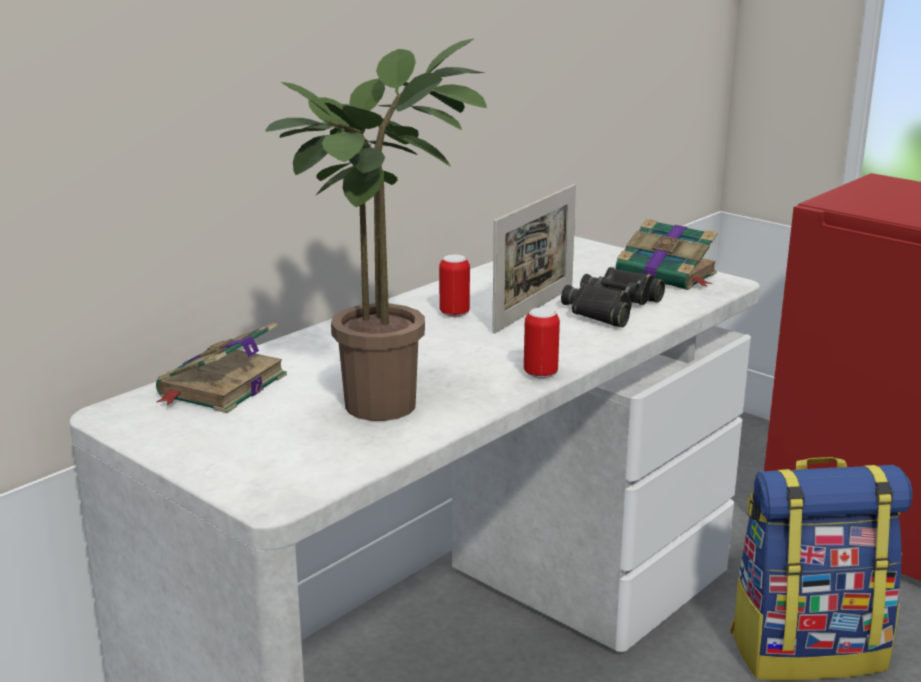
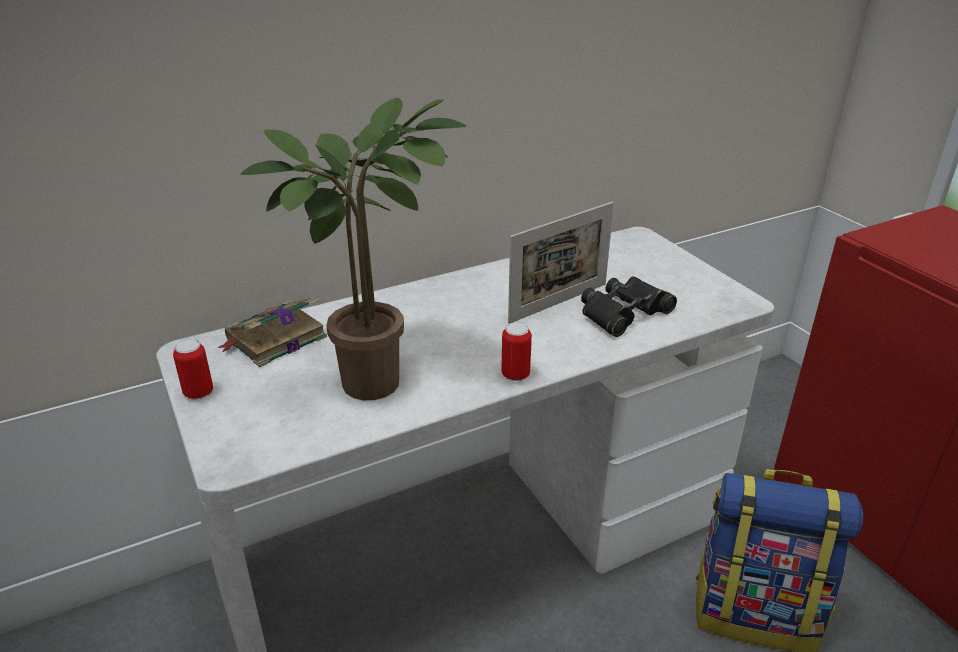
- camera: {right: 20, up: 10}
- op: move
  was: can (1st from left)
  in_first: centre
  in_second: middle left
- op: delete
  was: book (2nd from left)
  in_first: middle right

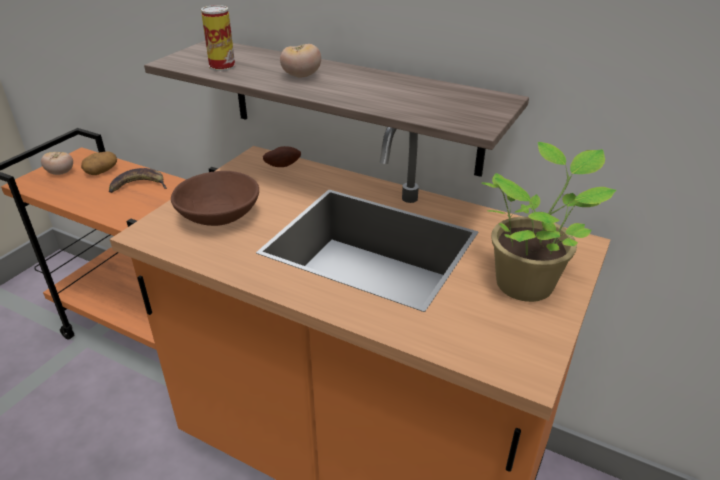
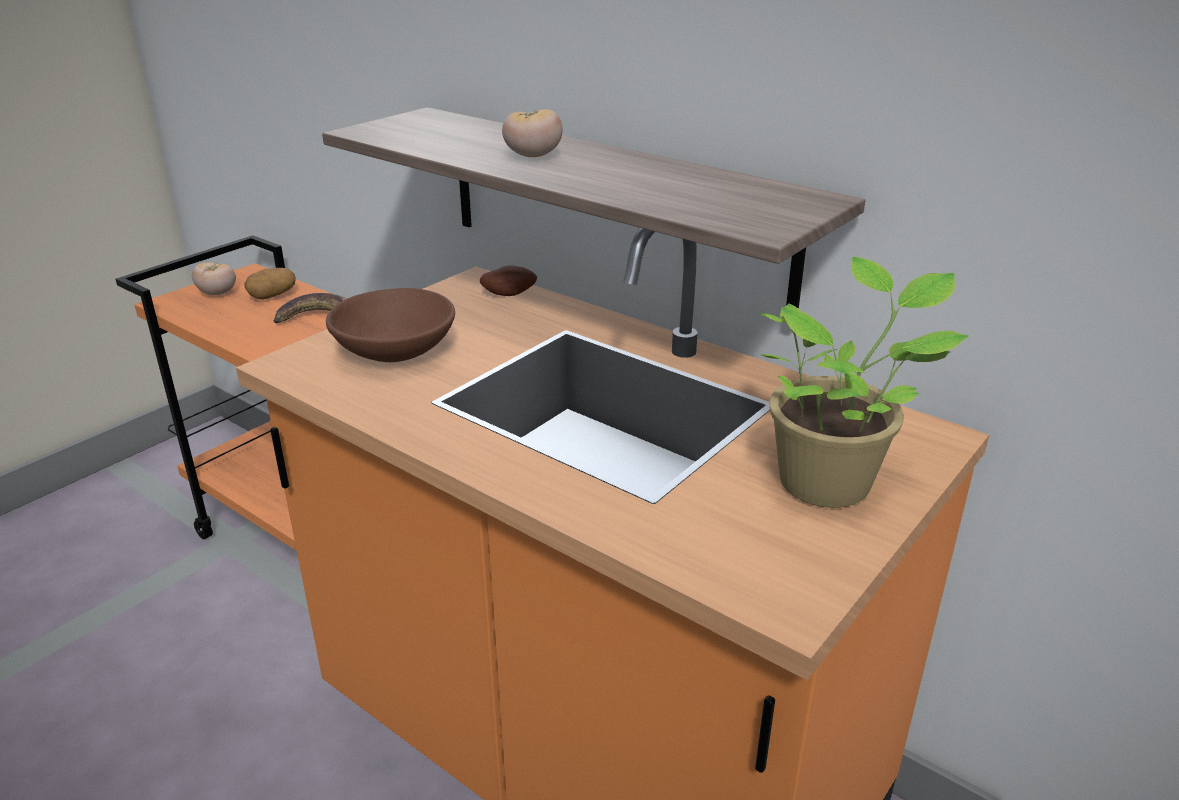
- camera: {right: 10, up: -5}
- op: delete
  was: can
  in_first: top left

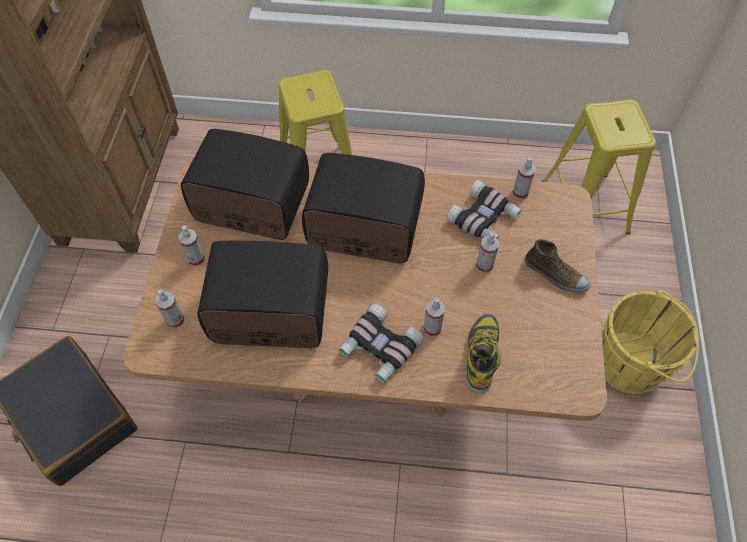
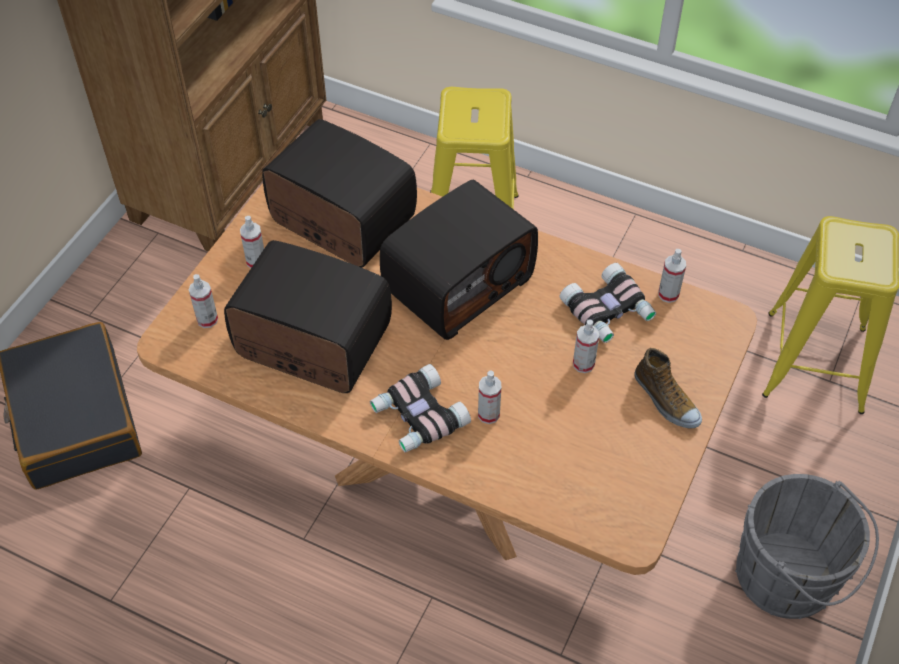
- camera: {right: 20, up: -5}
- op: rotate
  was: radio (3rd from left)
  in_first: centre
  in_second: centre
  clockwise: 105
- op: delete
  was: boot
  in_first: centre
- op: recolor
  was: bucket in yellow
  now: bucket in grey
  in_first: middle right
  in_second: bottom right

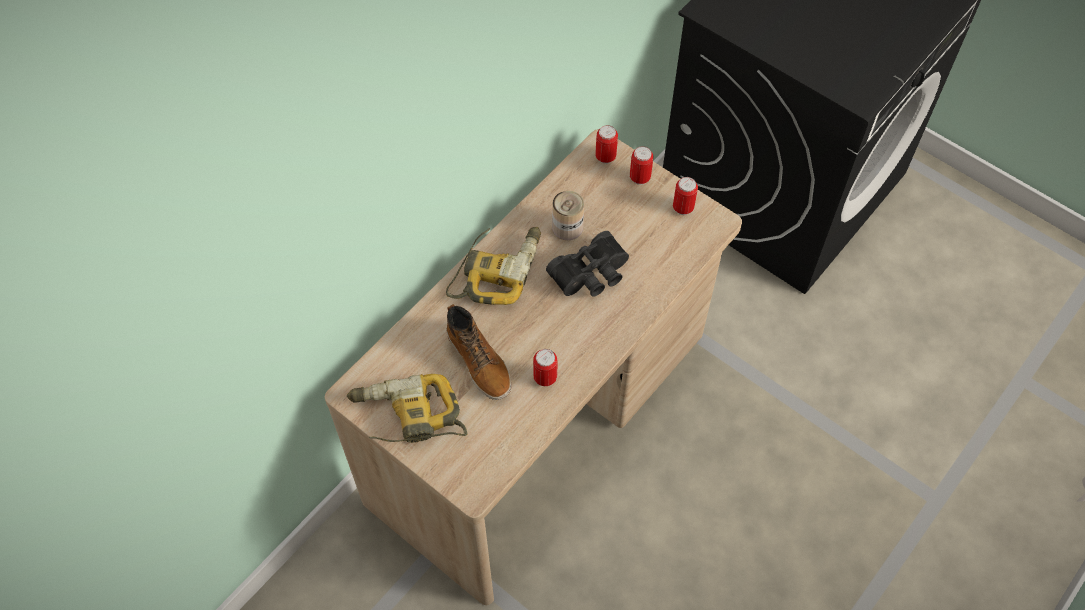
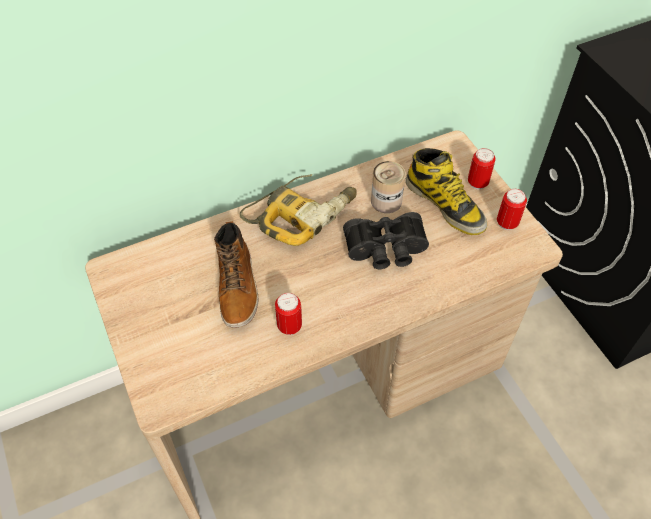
- camera: {right: 25, up: -5}
- op: delete
  was: power drill (1st from left)
  in_first: bottom centre
- op: delete
  was: can (3rd from left)
  in_first: top centre
- op: insert
  now: boot (2nd from left)
  in_second: middle right

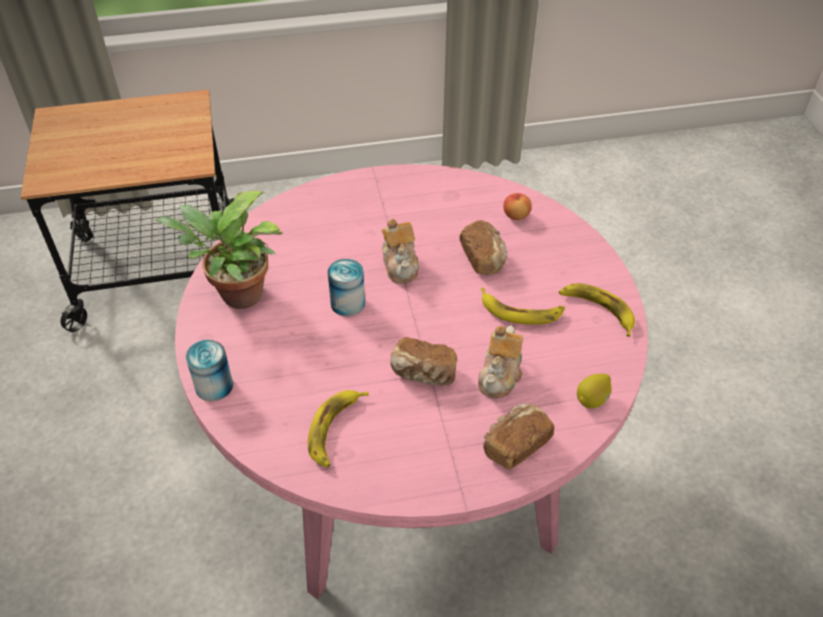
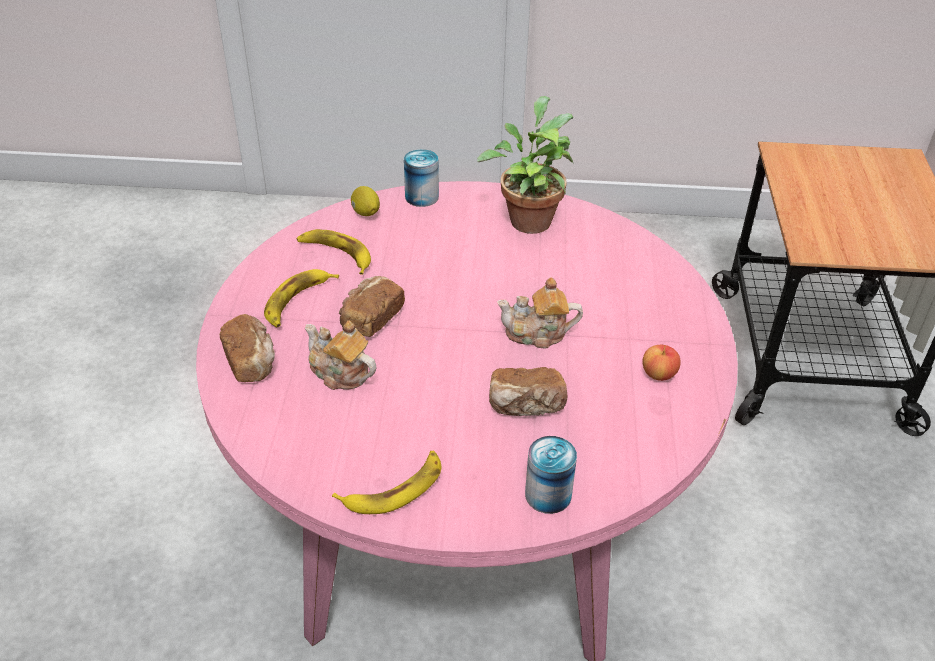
- camera: {right: 105, up: -5}
- op: move
  was: can (2nd from left)
  in_first: centre
  in_second: bottom centre
- op: move
  was: banana (2nd from left in the first image)
  now: banana (1st from left)
  in_first: centre
  in_second: middle left
- op: move
  was: apple
  in_first: centre
  in_second: middle right
- op: move
  was: lemon
  in_first: middle right
  in_second: top centre

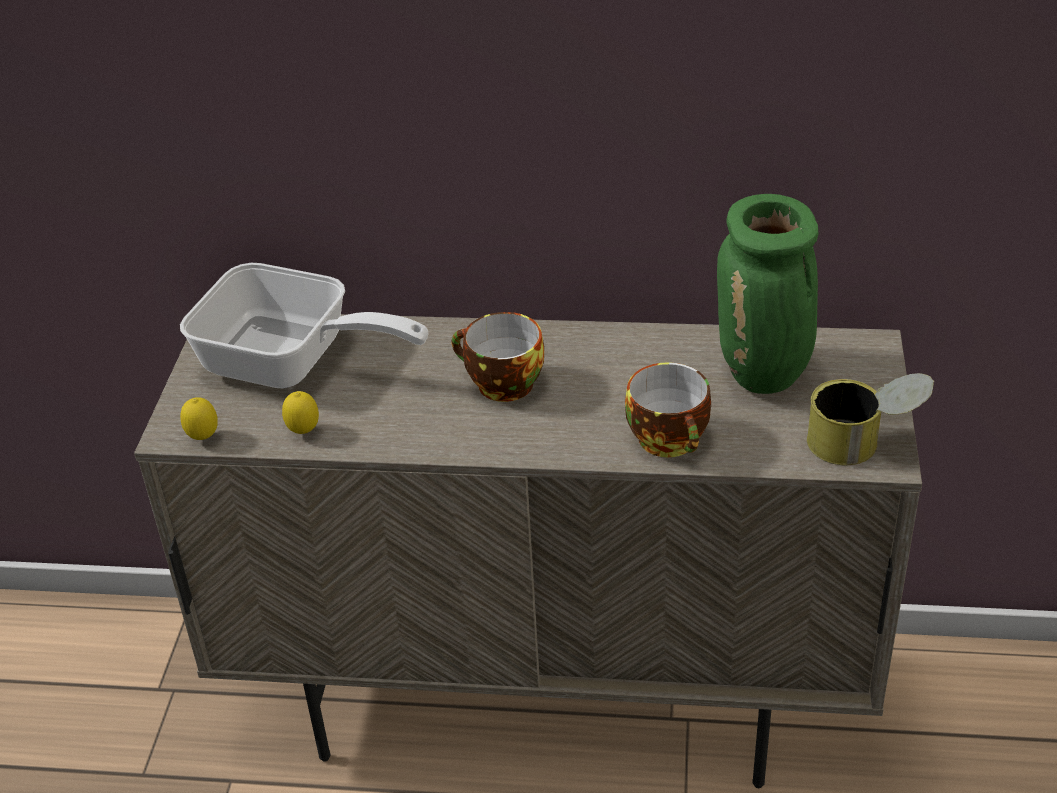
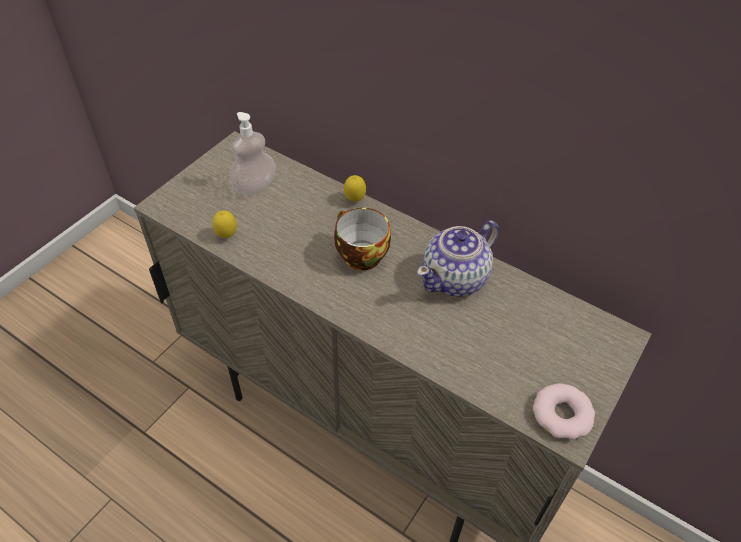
- camera: {right: 25, up: 10}
- op: replace
  was: frying pan
  now: soap dispenser
  in_first: middle left
  in_second: top centre
- op: move
  was: lemon (1st from left in the first image)
  now: lemon (2nd from left)
  in_first: middle left
  in_second: centre
- op: delete
  was: cup (2nd from left)
  in_first: centre
- op: delete
  was: vase in green
  in_first: middle right
- op: replace
  was: can
  now: donut
  in_first: middle right
  in_second: bottom right
- op: insert
  now: teapot
  in_second: centre

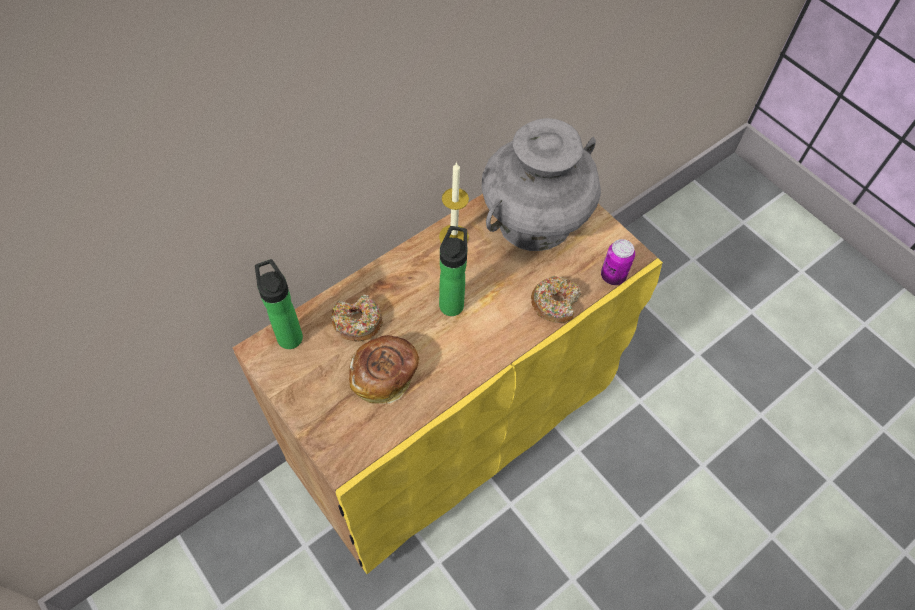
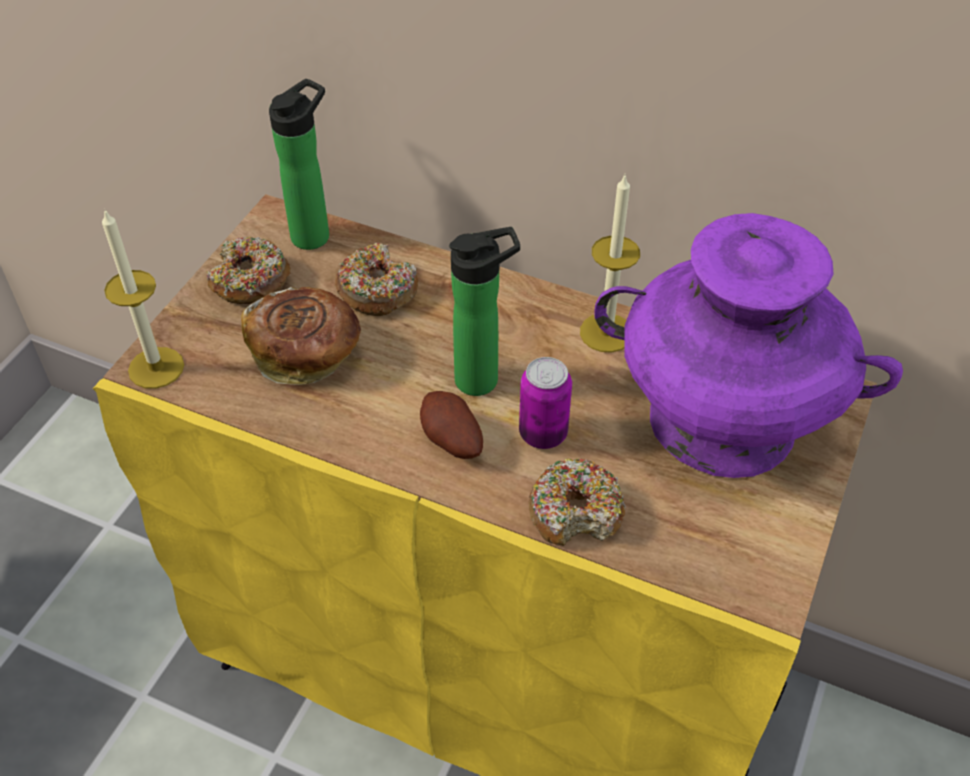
- camera: {right: 65, up: -10}
- op: recolor
  was: vase in grey
  now: vase in purple
  in_first: top centre
  in_second: middle right
- op: move
  was: can
  in_first: middle right
  in_second: centre
- op: insert
  now: candle (1st from left)
  in_second: middle left
- op: insert
  now: donut (1st from left)
  in_second: middle left
- op: insert
  now: potato
  in_second: centre

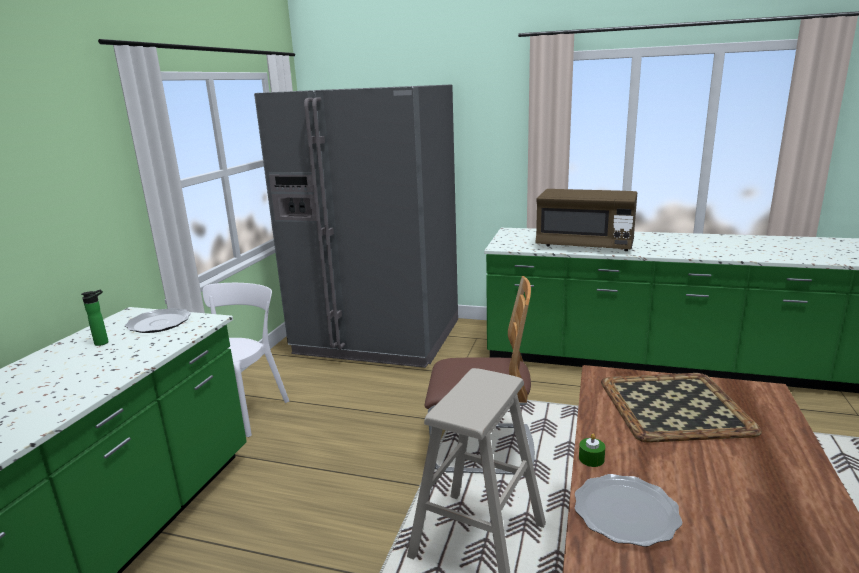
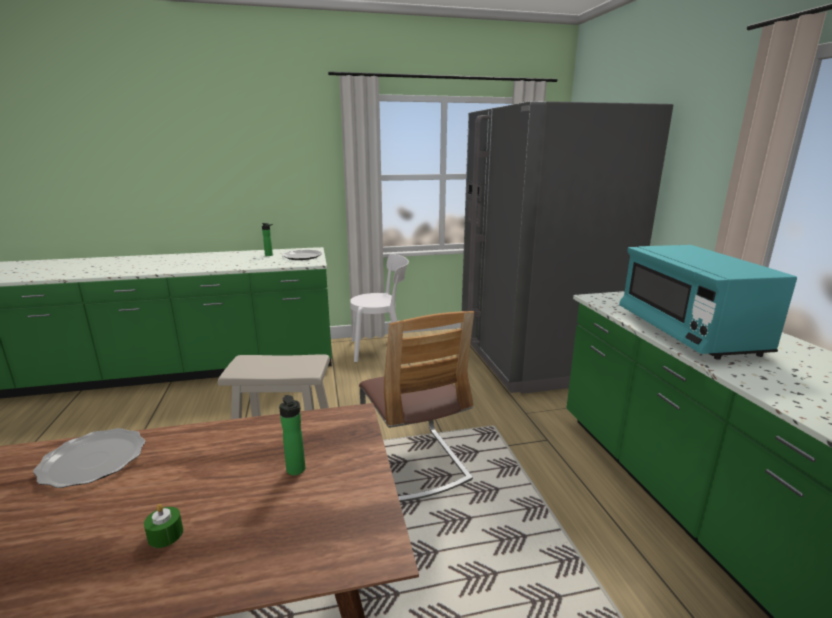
- camera: {right: 60, up: 0}
- op: recolor
  was: microwave in brown
  now: microwave in turquoise
  in_first: middle right
  in_second: middle right
- op: move
  was: candle in green
  in_first: bottom right
  in_second: bottom left
- op: replace
  was: tray
  now: bottle (2nd from left)
  in_first: bottom right
  in_second: bottom centre

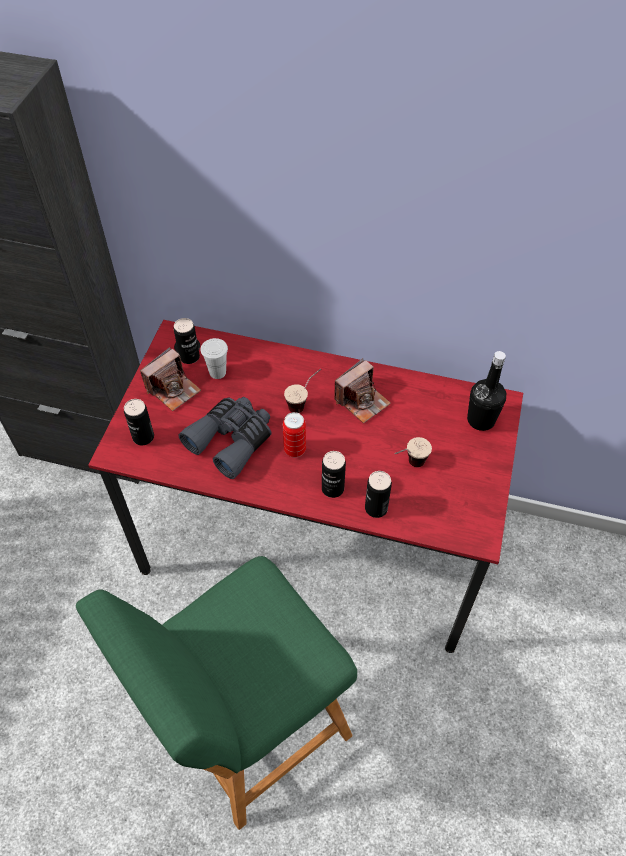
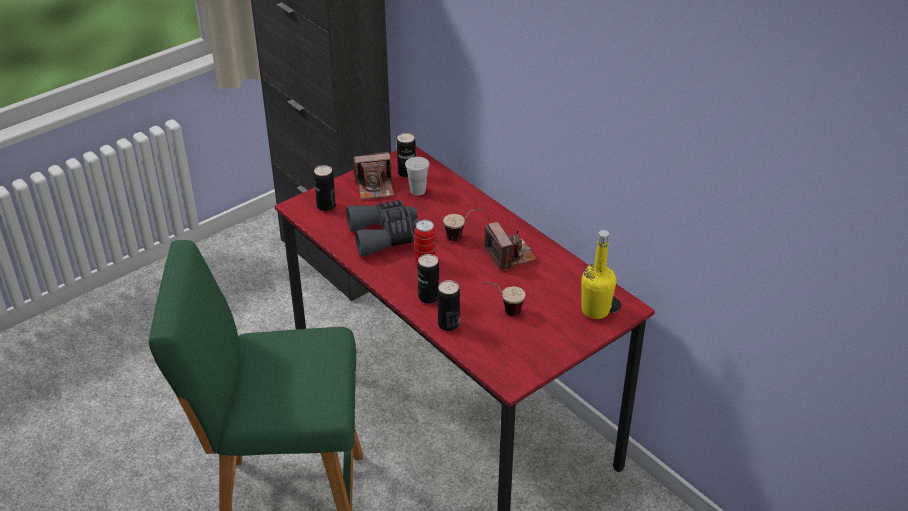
- camera: {right: 35, up: -15}
- op: rotate
  was: photo camera (2nd from left)
  in_first: centre
  in_second: centre
  clockwise: -105
- op: recolor
  was: bottle in black
  now: bottle in yellow
  in_first: middle right
  in_second: centre

